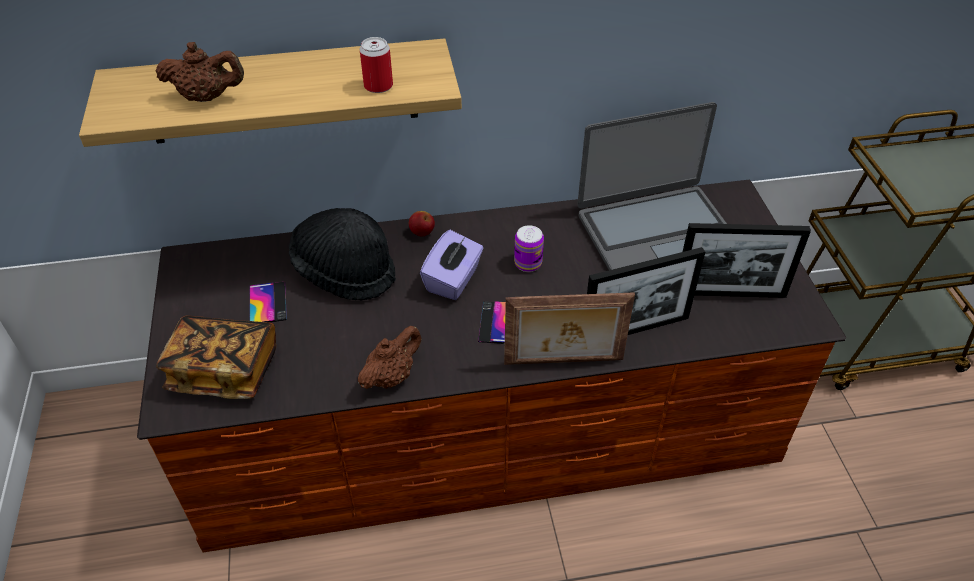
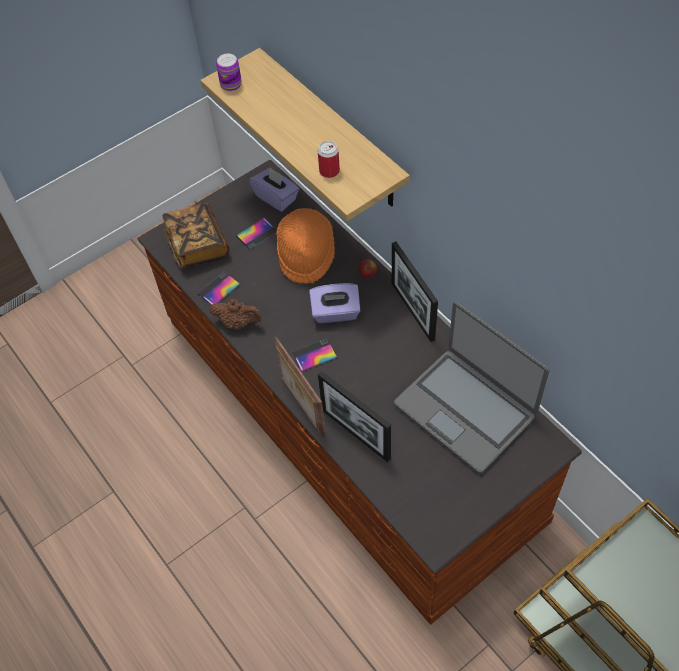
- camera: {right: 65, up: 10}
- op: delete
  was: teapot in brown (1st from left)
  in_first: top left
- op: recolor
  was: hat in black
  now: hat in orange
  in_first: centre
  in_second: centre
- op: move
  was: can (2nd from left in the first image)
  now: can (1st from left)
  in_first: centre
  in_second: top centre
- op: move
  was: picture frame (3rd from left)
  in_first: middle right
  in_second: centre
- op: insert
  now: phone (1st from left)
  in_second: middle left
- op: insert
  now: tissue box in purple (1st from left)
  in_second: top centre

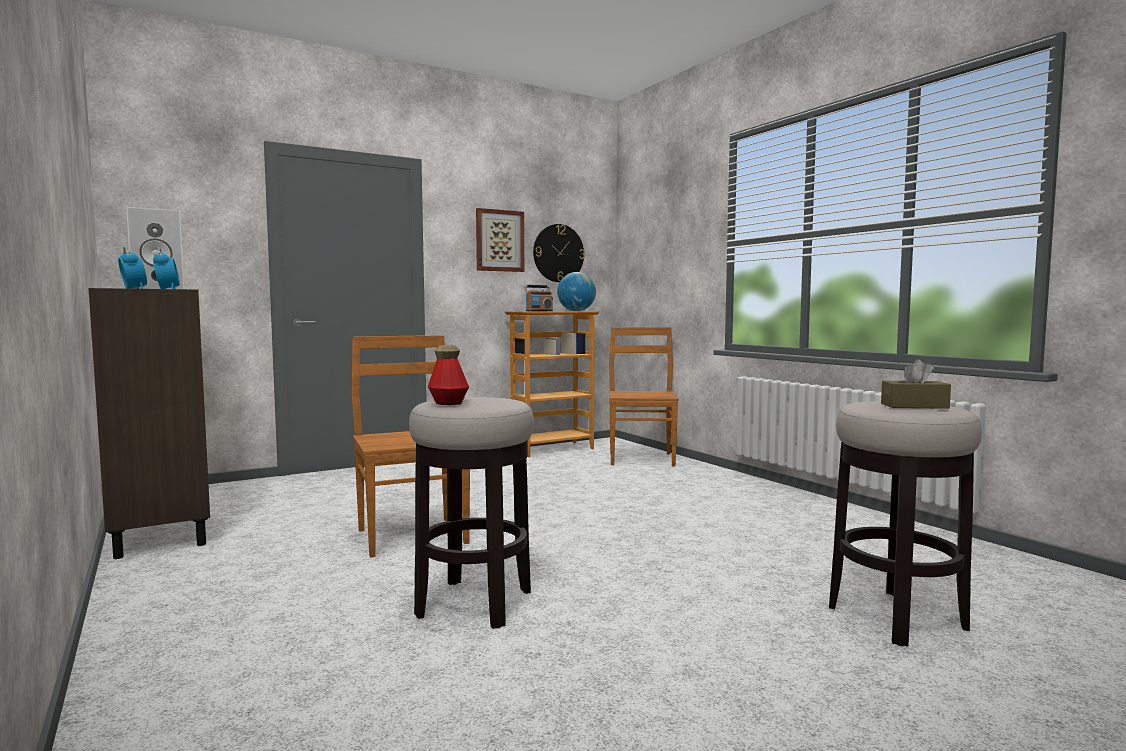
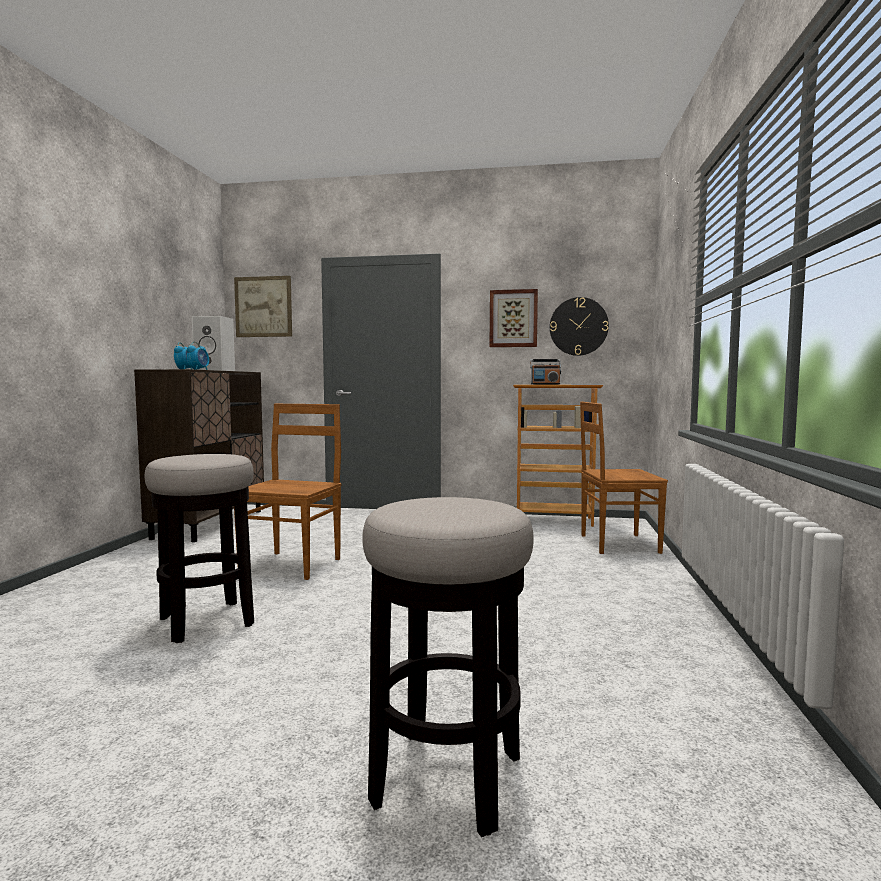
- camera: {right: 40, up: 0}
- op: delete
  was: bottle
  in_first: centre
- op: delete
  was: globe
  in_first: centre
- op: rotate
  was: chair in brown (2nd from left)
  in_first: centre
  in_second: middle right
  clockwise: -135
- op: delete
  was: tissue box in brown
  in_first: middle right
- op: insert
  now: picture (1st from left)
  in_second: middle left

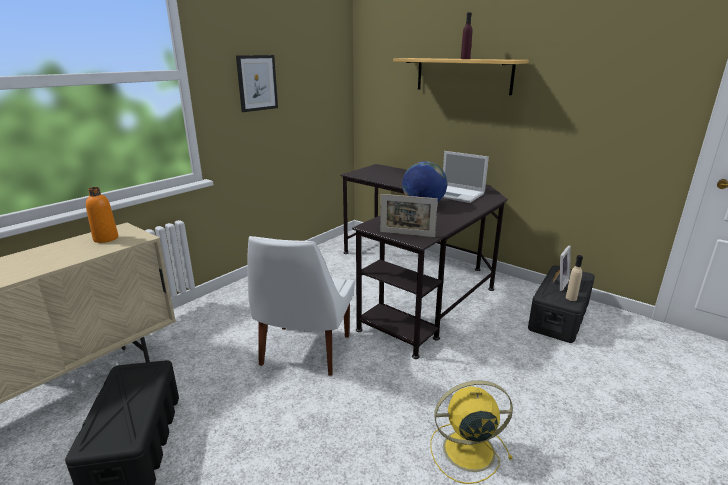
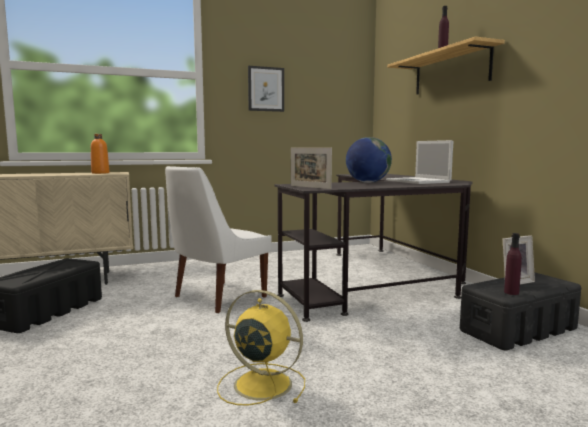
- camera: {right: 30, up: -15}
- op: recolor
  was: bottle in beige
  now: bottle in purple (2nd from left)
  in_first: middle right
  in_second: middle right

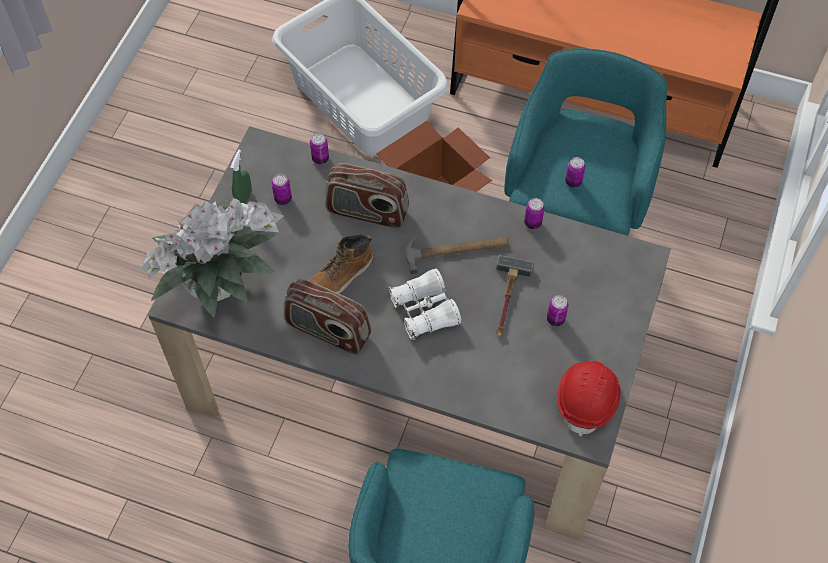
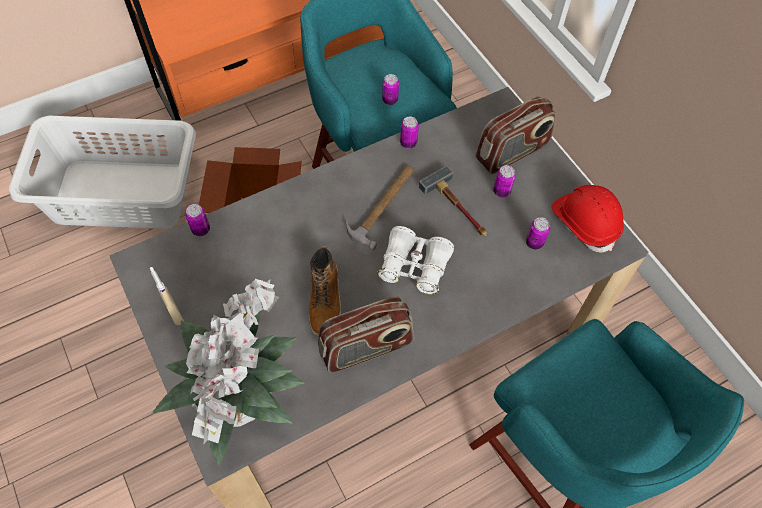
- camera: {right: -50, up: 0}
- op: recolor
  was: spray bottle in green
  now: spray bottle in beige
  in_first: top left
  in_second: middle left
- op: move
  was: can (1st from left in the first image)
  now: can (5th from left)
  in_first: centre
  in_second: middle right
- op: move
  was: radio (2nd from left)
  in_first: centre
  in_second: top right

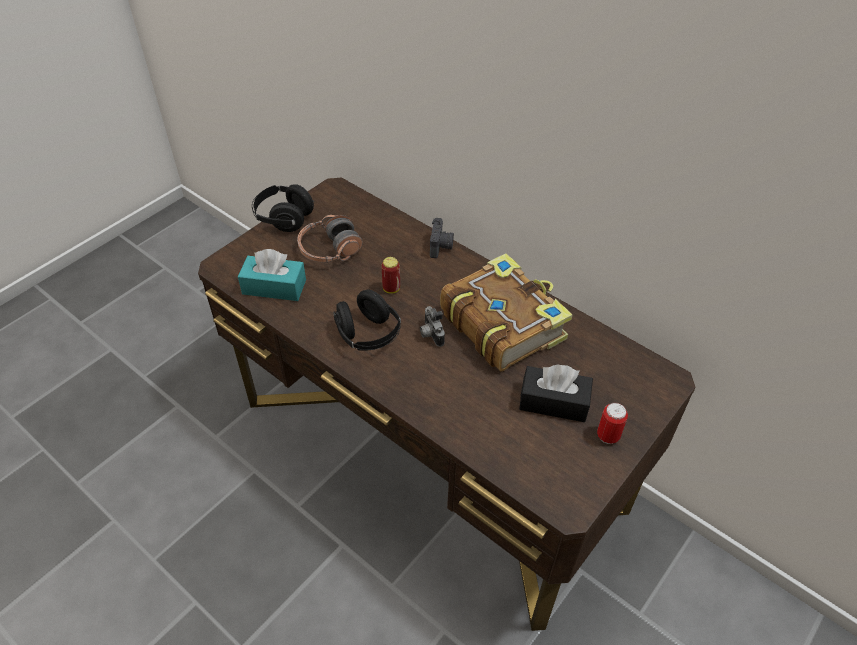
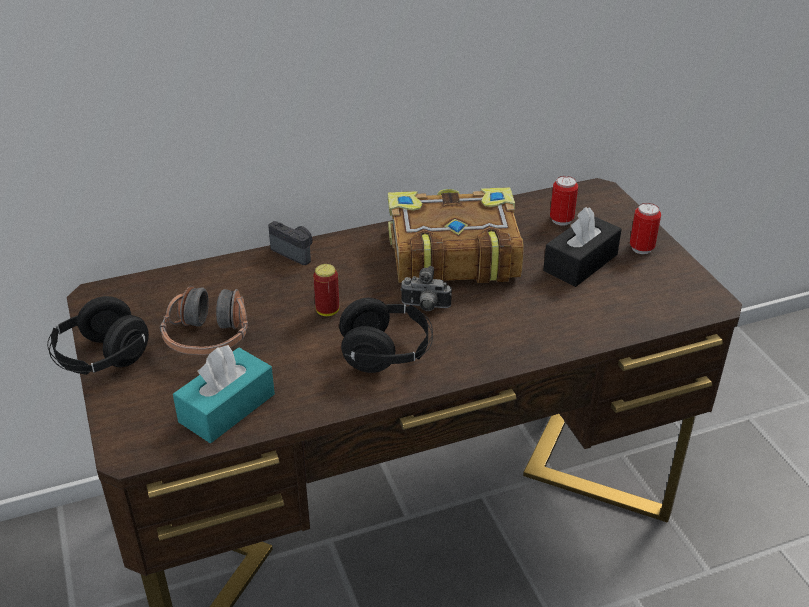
- camera: {right: -60, up: -10}
- op: insert
  now: can (2nd from left)
  in_second: top right

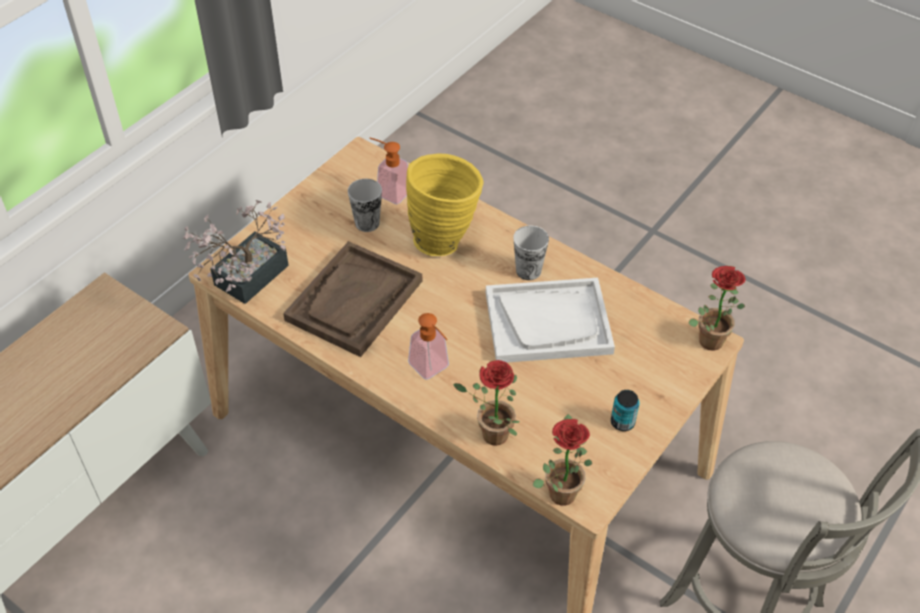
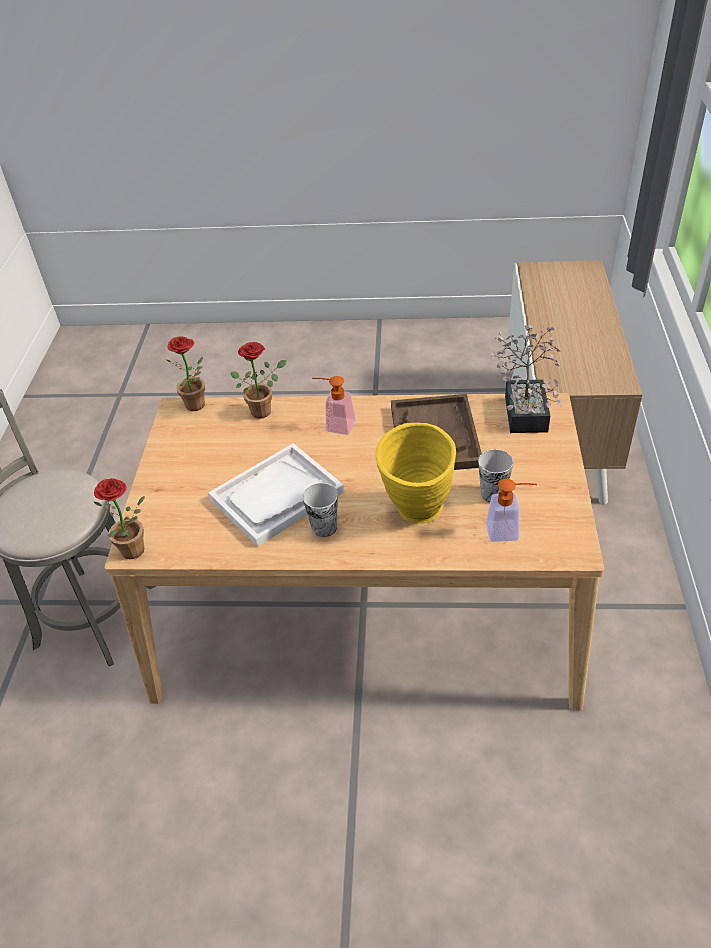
- camera: {right: 150, up: -5}
- op: delete
  was: can
  in_first: bottom right

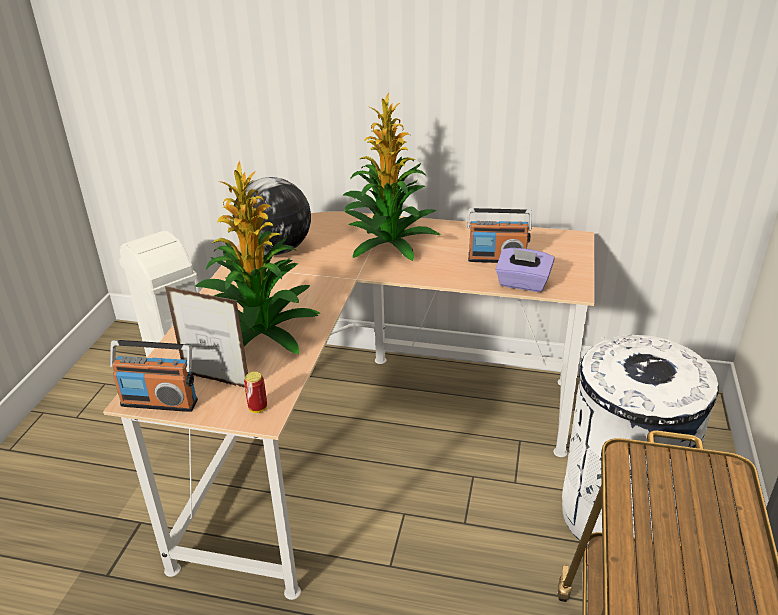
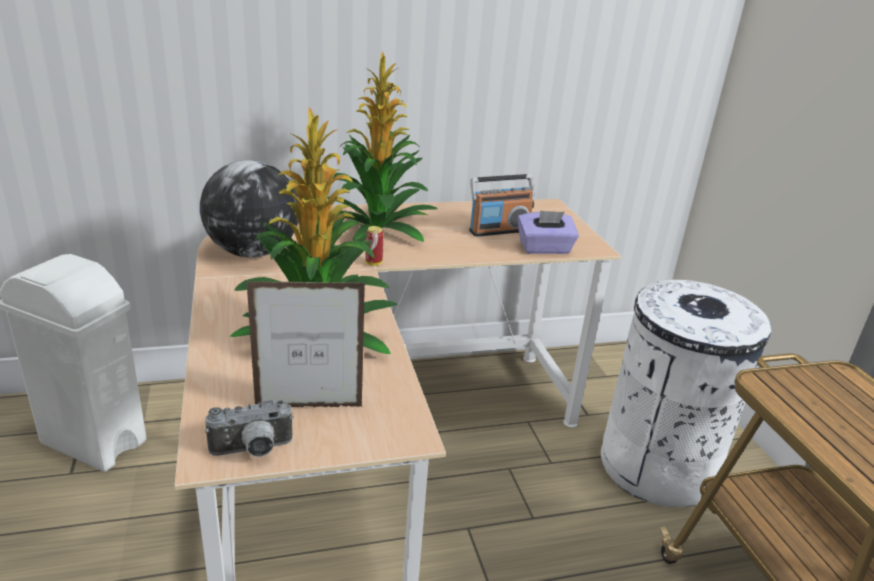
- camera: {right: -30, up: -5}
- op: replace
  was: radio (1st from left)
  now: photo camera
  in_first: middle left
  in_second: bottom left
- op: move
  was: can
  in_first: middle left
  in_second: centre

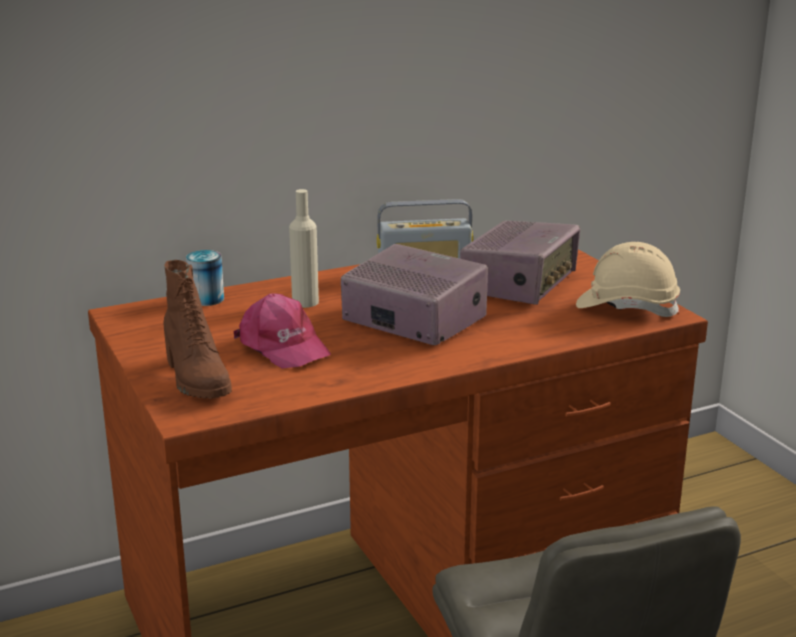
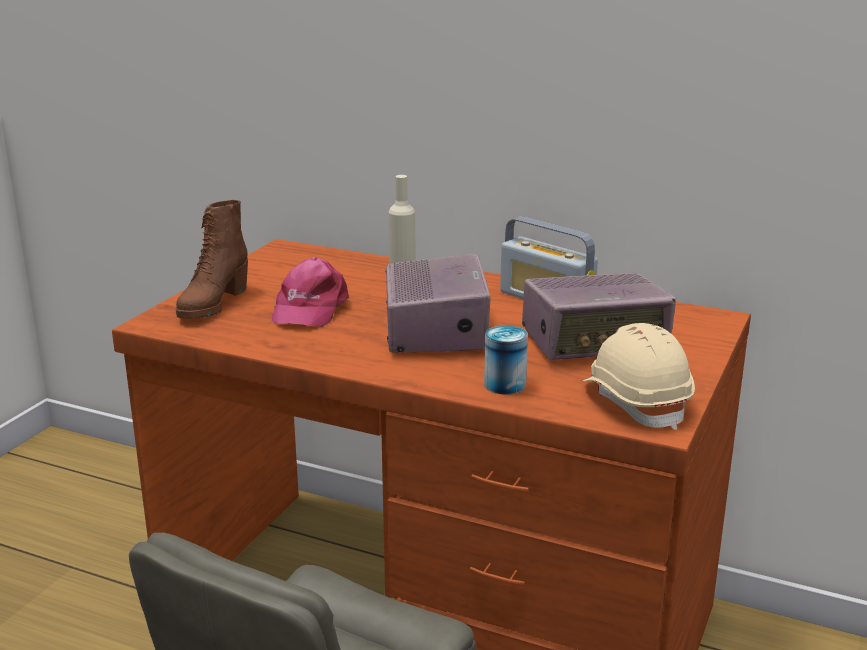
- camera: {right: 50, up: 0}
- op: move
  was: can
  in_first: middle left
  in_second: centre

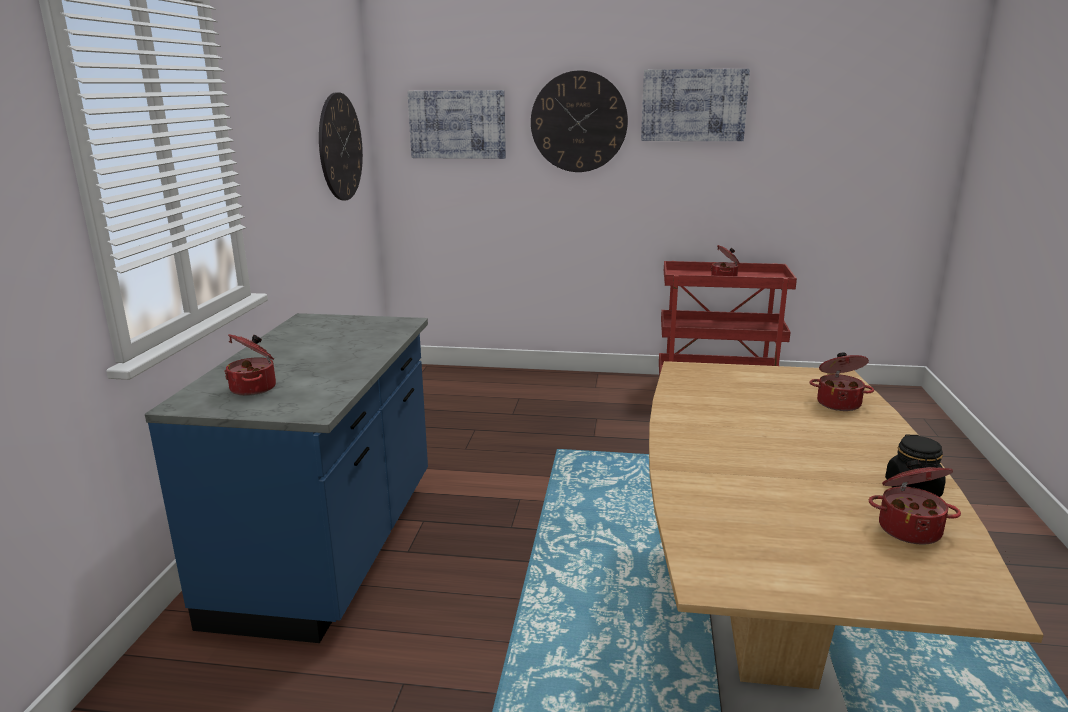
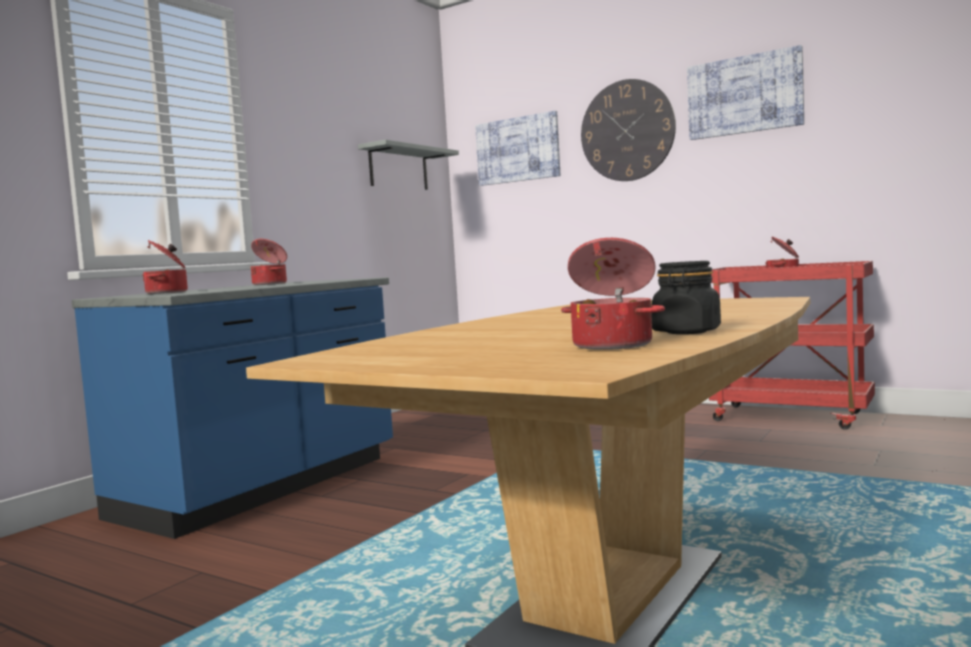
- camera: {right: 25, up: -15}
- op: replace
  was: wall clock (1st from left)
  now: shelf in grey
  in_first: top left
  in_second: top centre
- op: move
  was: cooking pot (3rd from left in the first image)
  now: cooking pot (2nd from left)
  in_first: middle right
  in_second: middle left

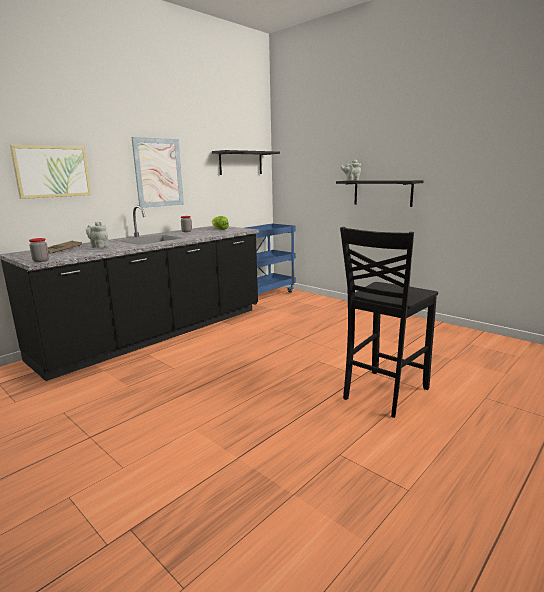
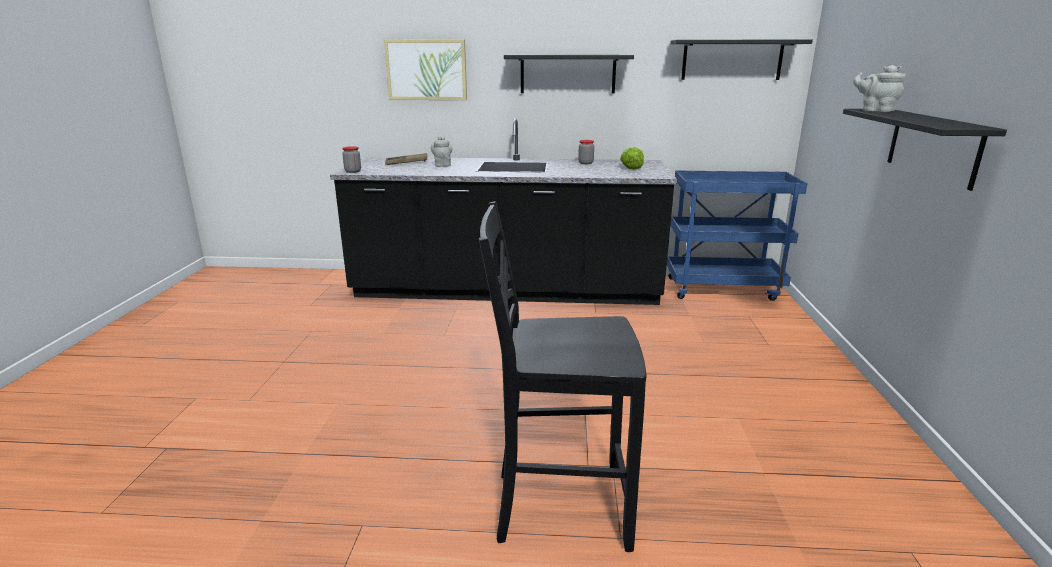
- camera: {right: 50, up: 5}
- op: replace
  was: picture (2nd from left)
  now: shelf in black (1st from left)
  in_first: top left
  in_second: top centre

